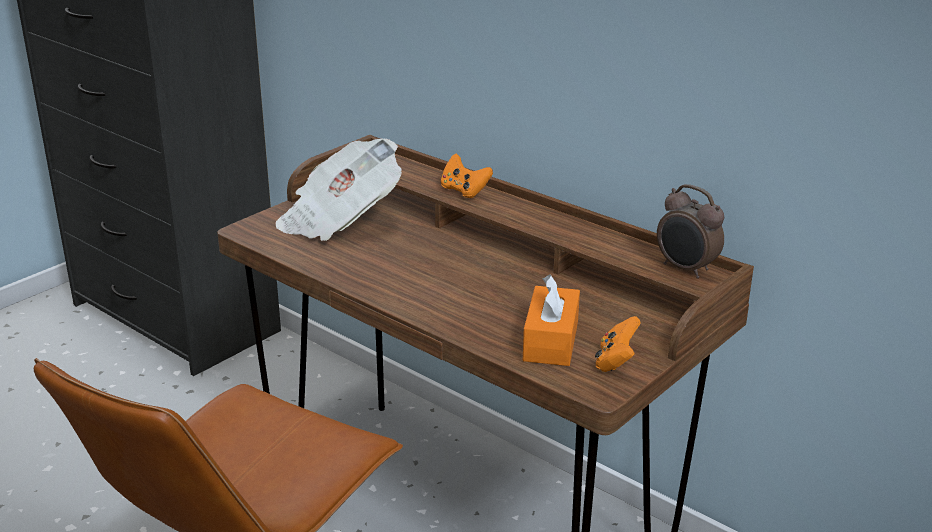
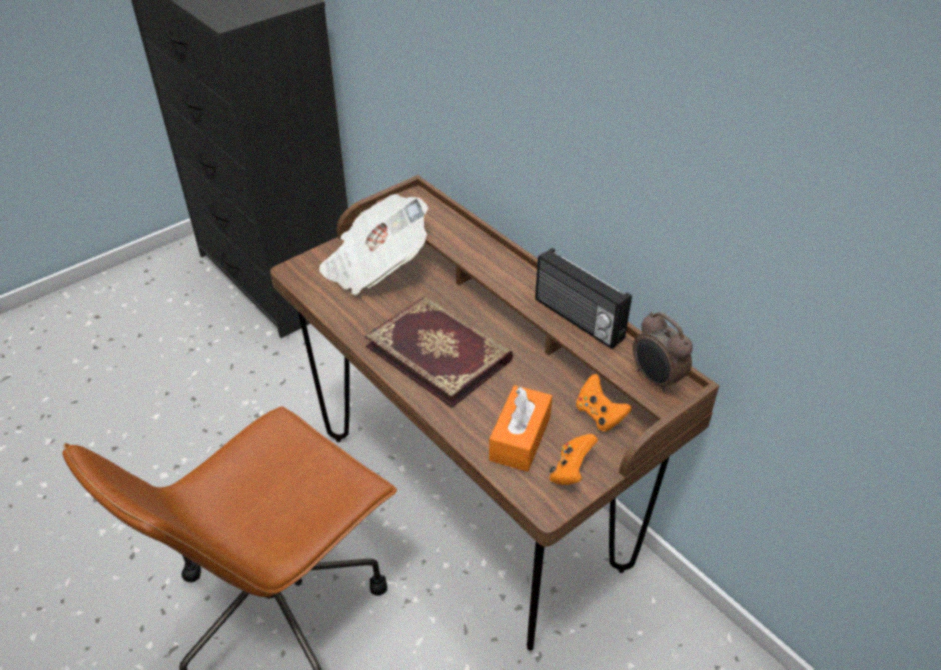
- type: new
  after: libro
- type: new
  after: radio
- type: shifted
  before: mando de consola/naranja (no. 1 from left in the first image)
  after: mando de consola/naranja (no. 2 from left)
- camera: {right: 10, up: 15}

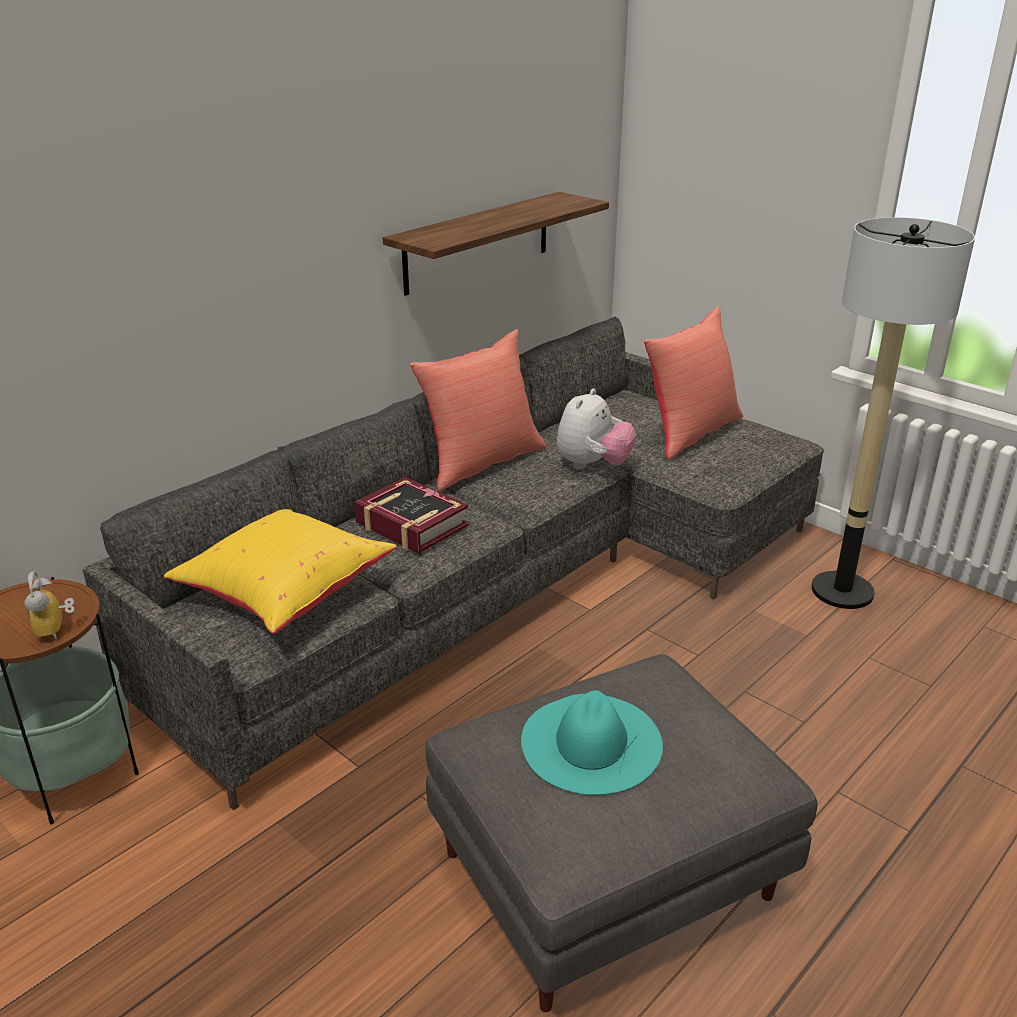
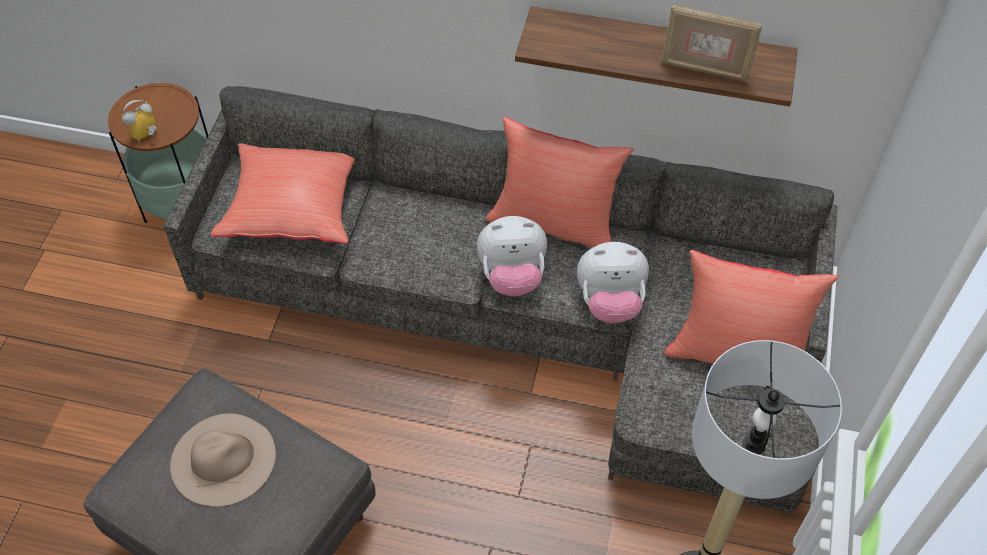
- type: gone
  before: libro
- type: new
  after: peluche (no. 1 from left)
- type: new
  after: portarretratos
- type: repainted
  before: cojín/amarillo
  after: cojín/rojo (no. 1 from left)
- type: repainted
  before: sombrero/turquesa
  after: sombrero/beis
- camera: {right: 60, up: 25}

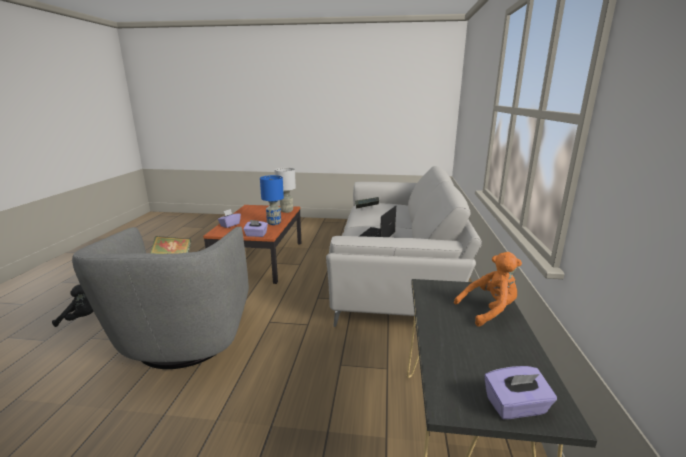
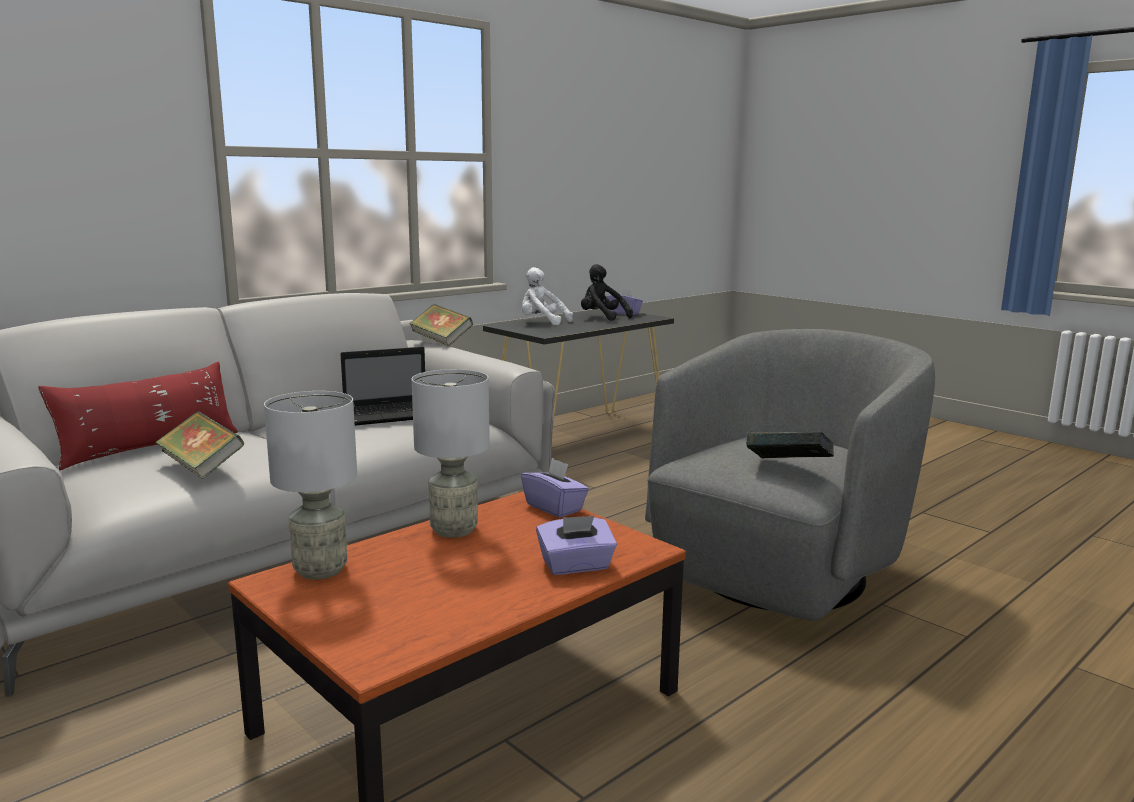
- type: new
  after: cojín/rojo
- type: new
  after: libro (no. 2 from left)
- type: shifted
  before: peluche/negro
- type: repainted
  before: lámpara de mesa/azul
  after: lámpara de mesa/gris (no. 2 from left)
- type: repainted
  before: peluche/naranja
  after: peluche/blanco
- camera: {right: -140, up: -5}

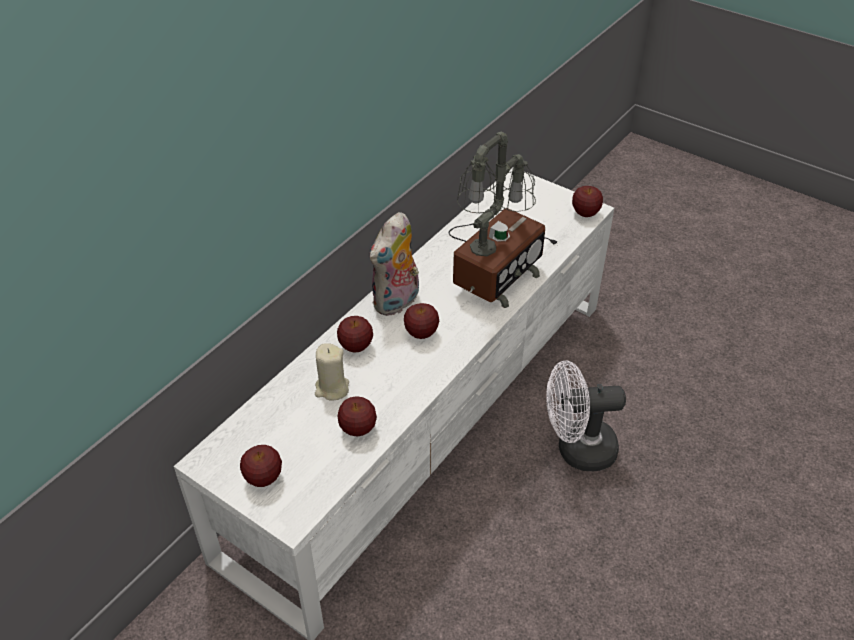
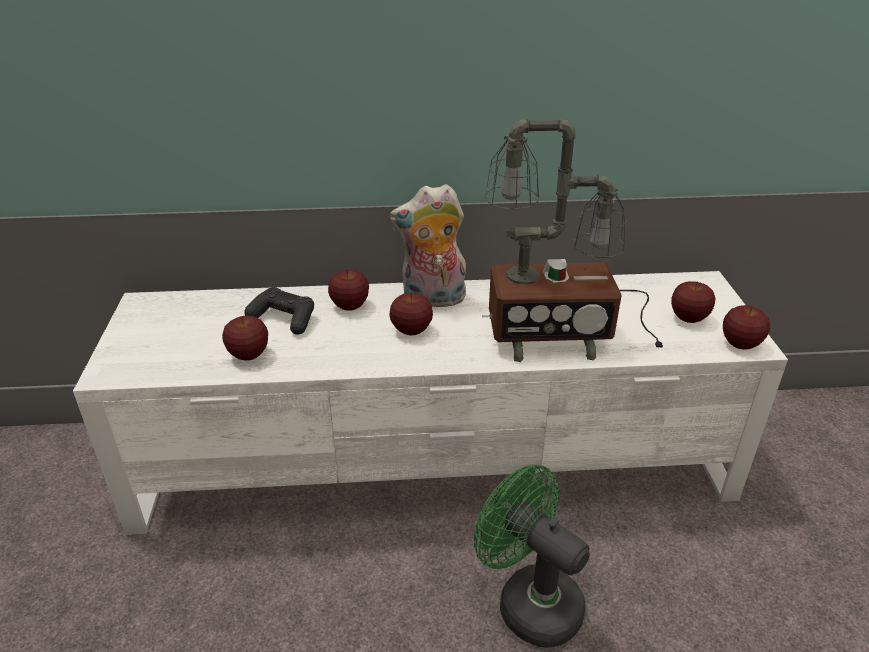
- type: shifted
  before: manzana (no. 1 from left in the first image)
  after: manzana (no. 4 from left)
- type: swapped
  before: vela/beis
  after: mando de consola/negro
- type: repainted
  before: ventilador/blanco
  after: ventilador/verde
- camera: {right: 50, up: -10}

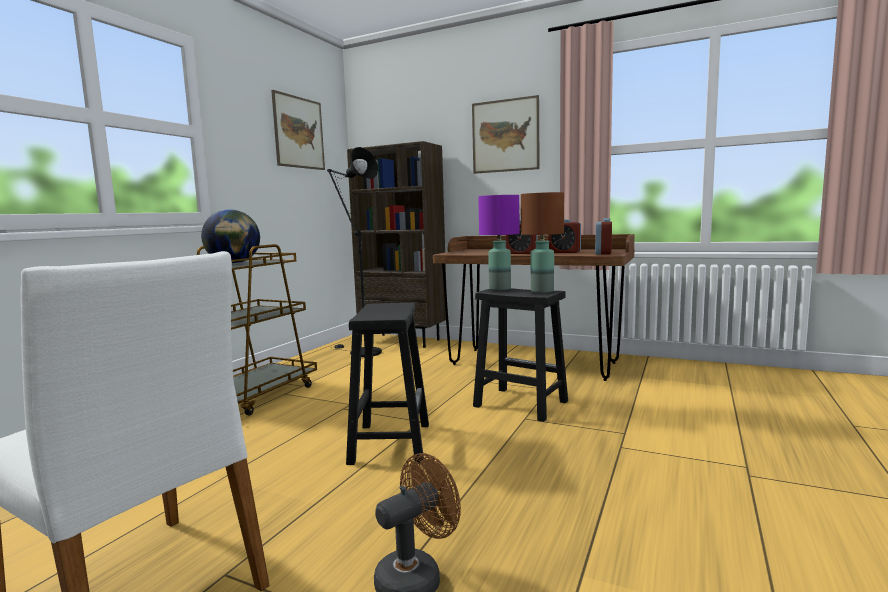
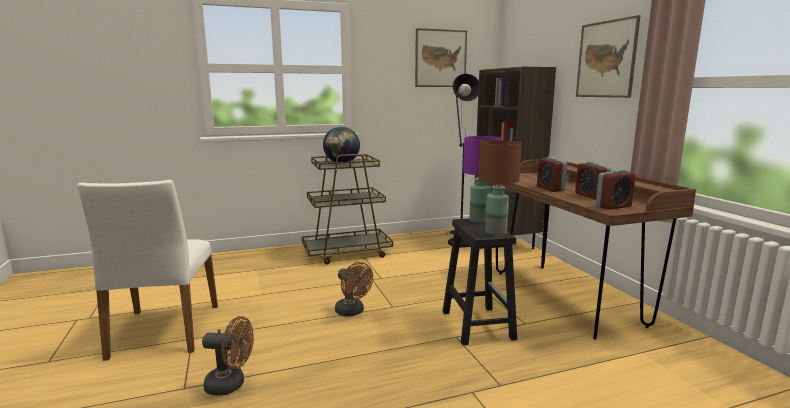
- type: swapped
  before: taburete/negro (no. 1 from left)
  after: ventilador/marrón (no. 2 from left)
- camera: {right: 45, up: 5}

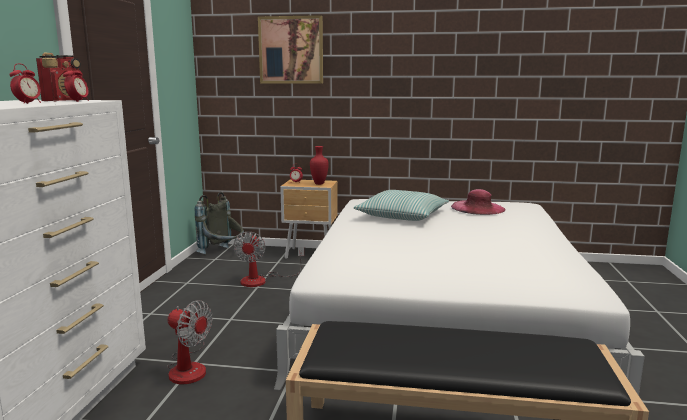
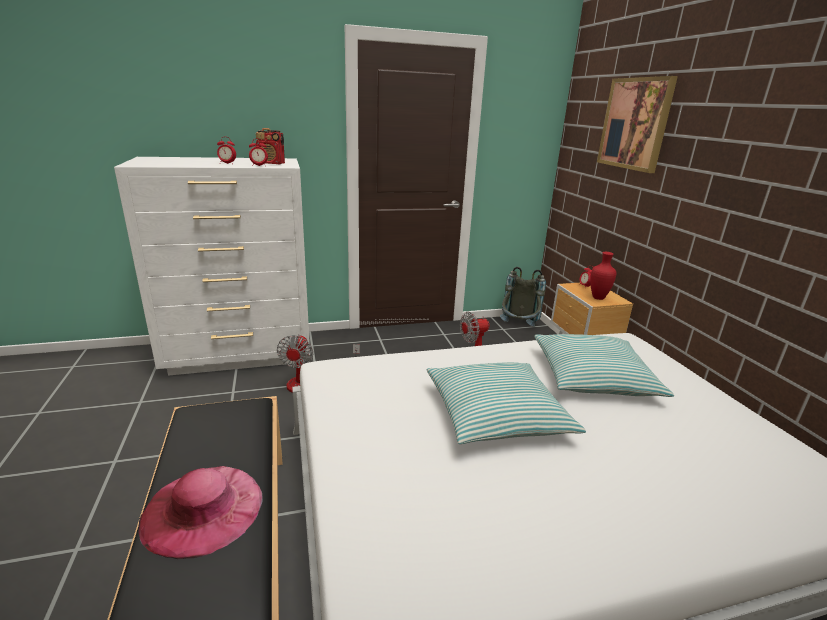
- type: new
  after: cojín (no. 1 from left)
- type: shifted
  before: sombrero/rosa
- camera: {right: 65, up: 10}

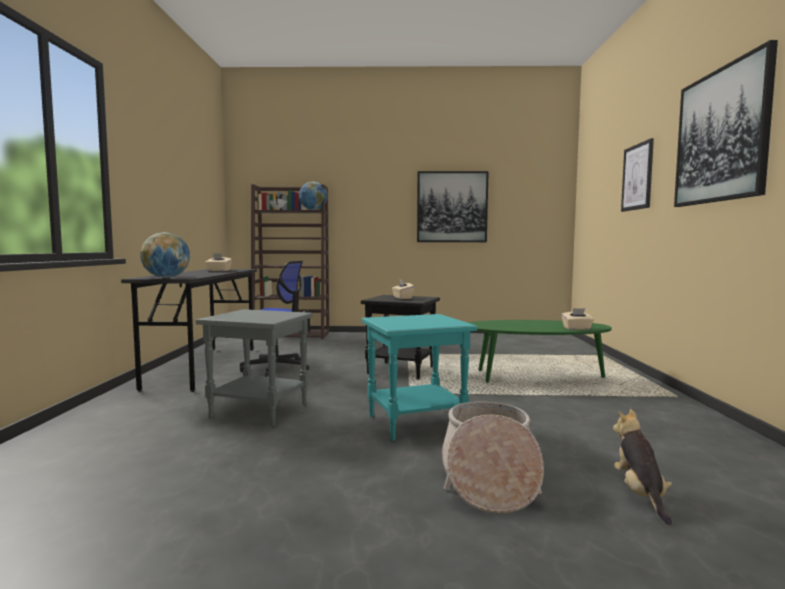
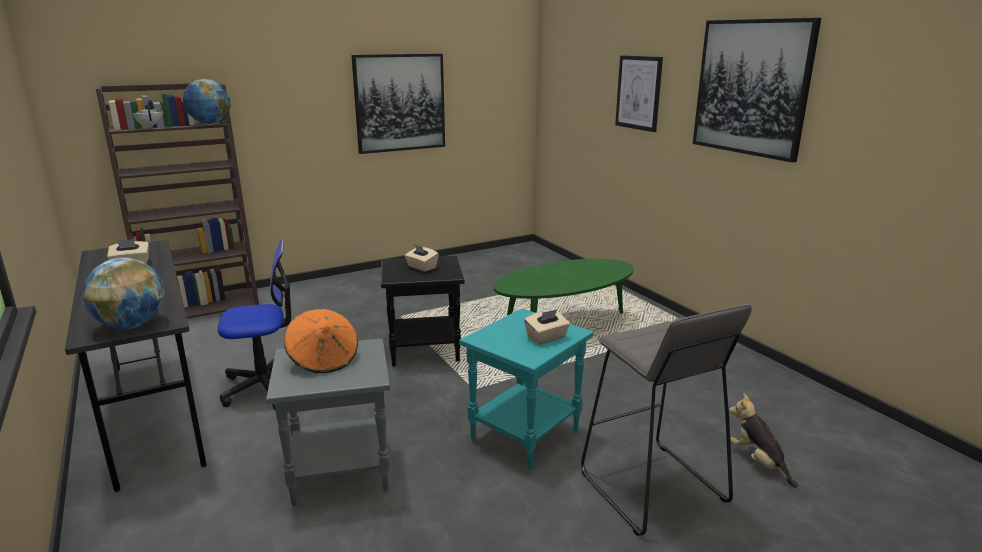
- type: new
  after: sombrero/naranja
- type: shifted
  before: caja de pañuelos/beis (no. 3 from left)
- type: swapped
  before: cesta
  after: taburete/gris
- camera: {right: -30, up: 15}

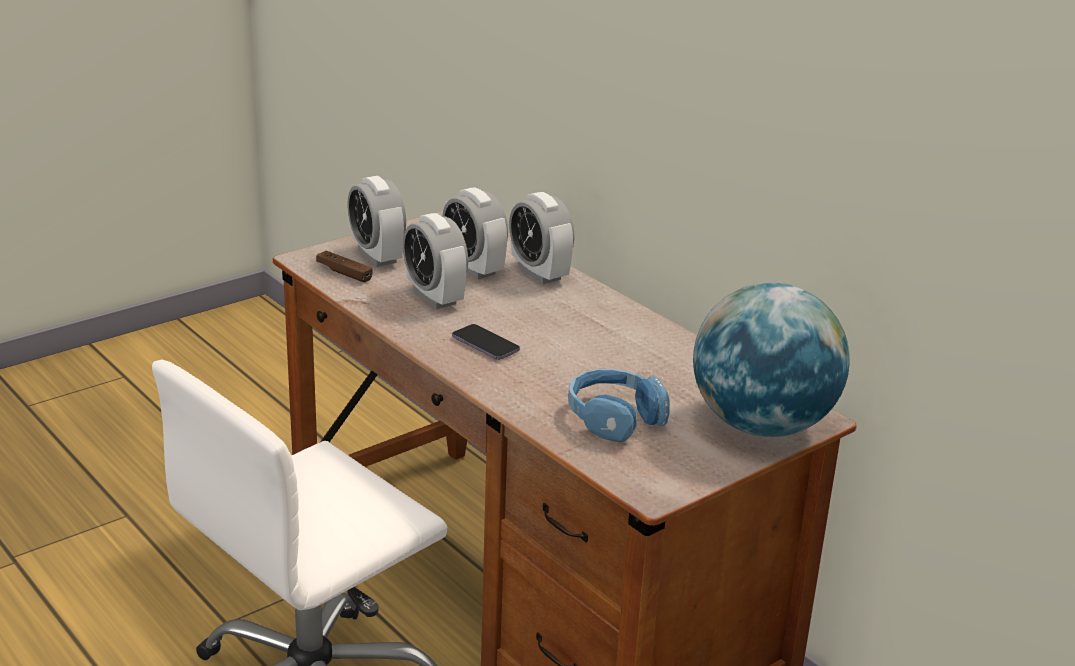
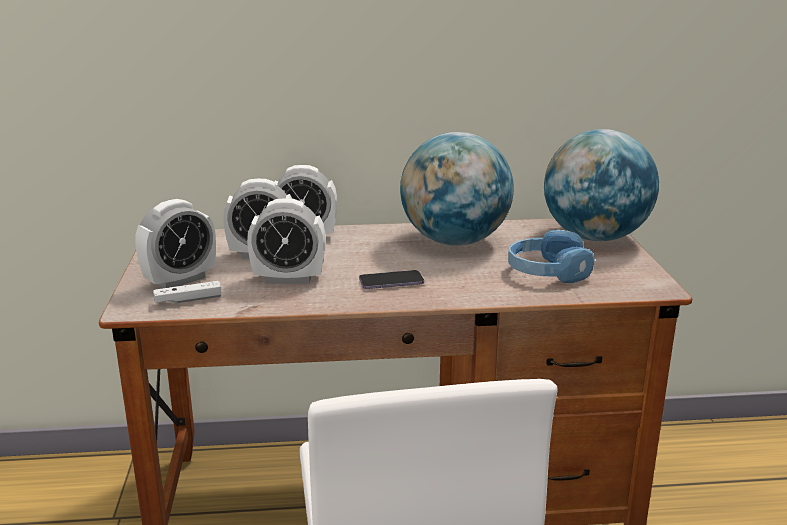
- type: new
  after: globo terráqueo (no. 1 from left)
- type: repainted
  before: mando de consola/marrón
  after: mando de consola/blanco
- type: rotated
  before: despertador (no. 1 from left)
  turn: -45
- camera: {right: -55, up: -5}

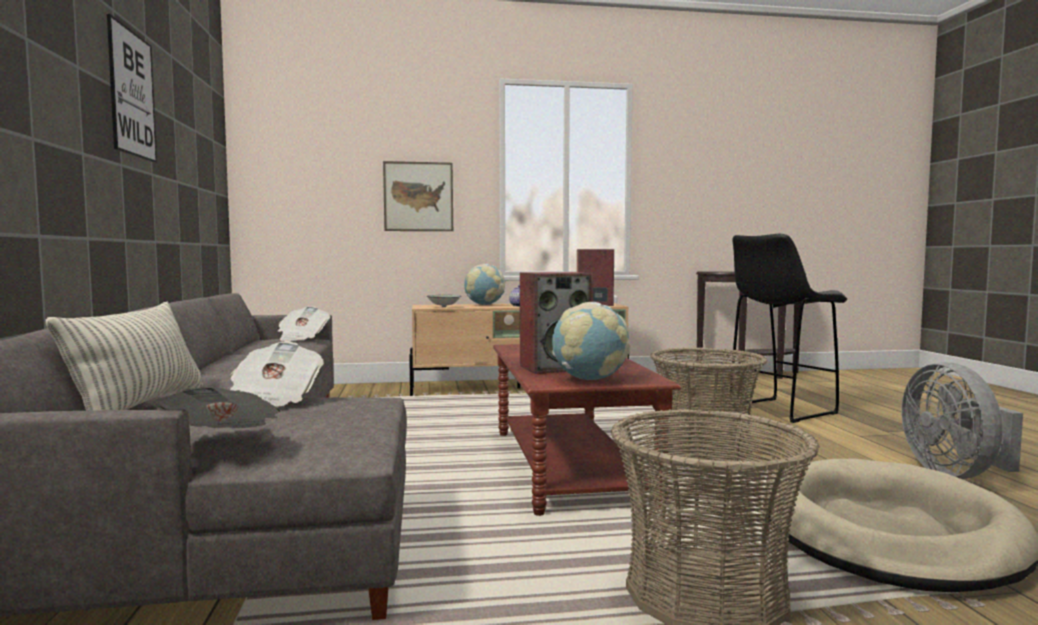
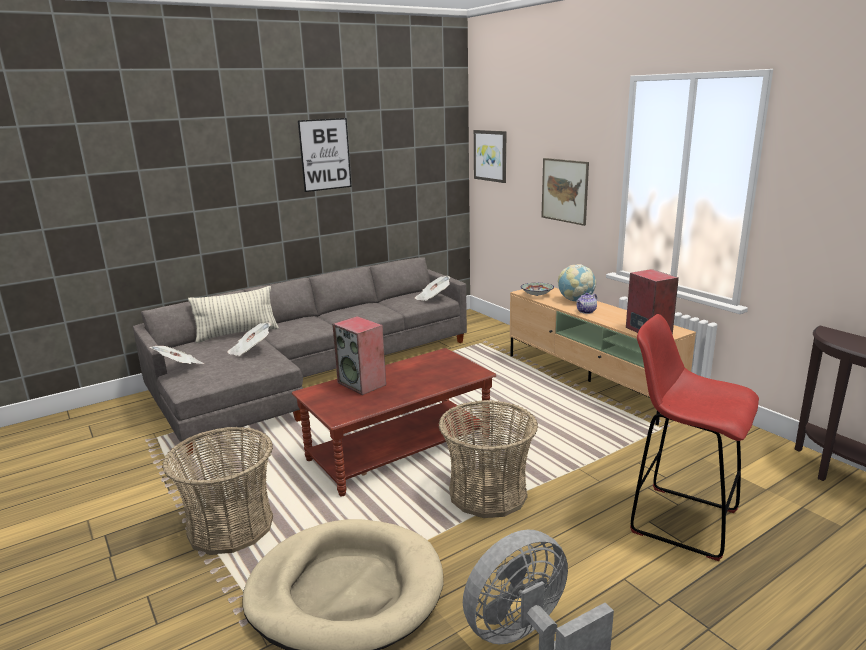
- type: gone
  before: globo terráqueo (no. 2 from left)
- type: new
  after: cuadro (no. 2 from left)
- type: repainted
  before: taburete/negro
  after: taburete/rojo
- camera: {right: 65, up: 15}

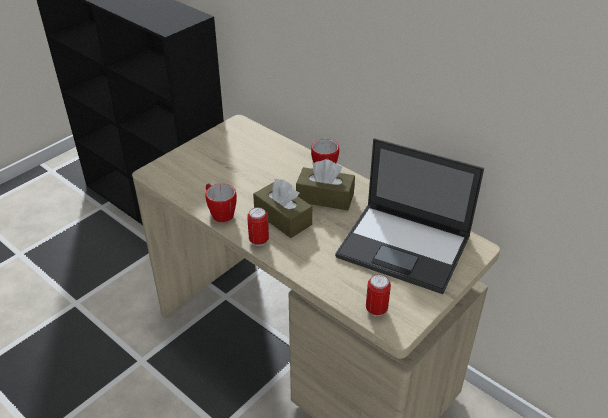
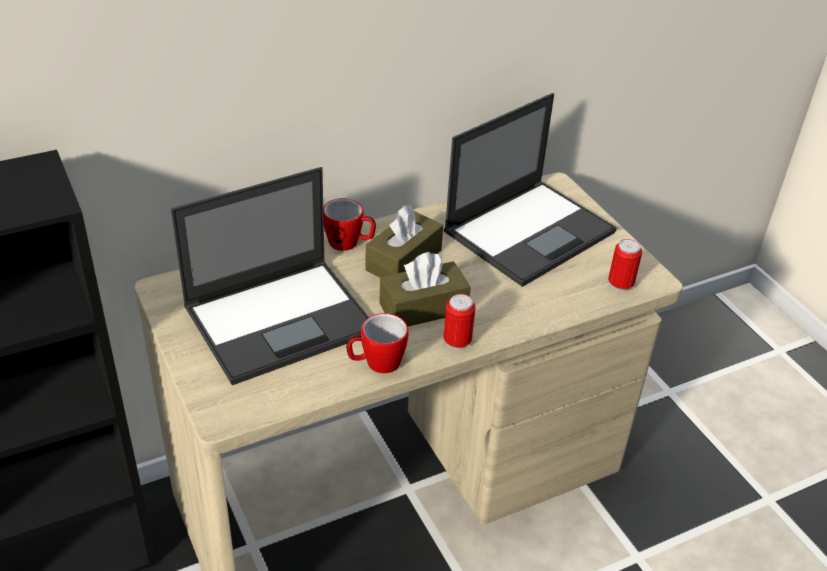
- type: new
  after: portátil (no. 1 from left)
- camera: {right: -70, up: 0}

